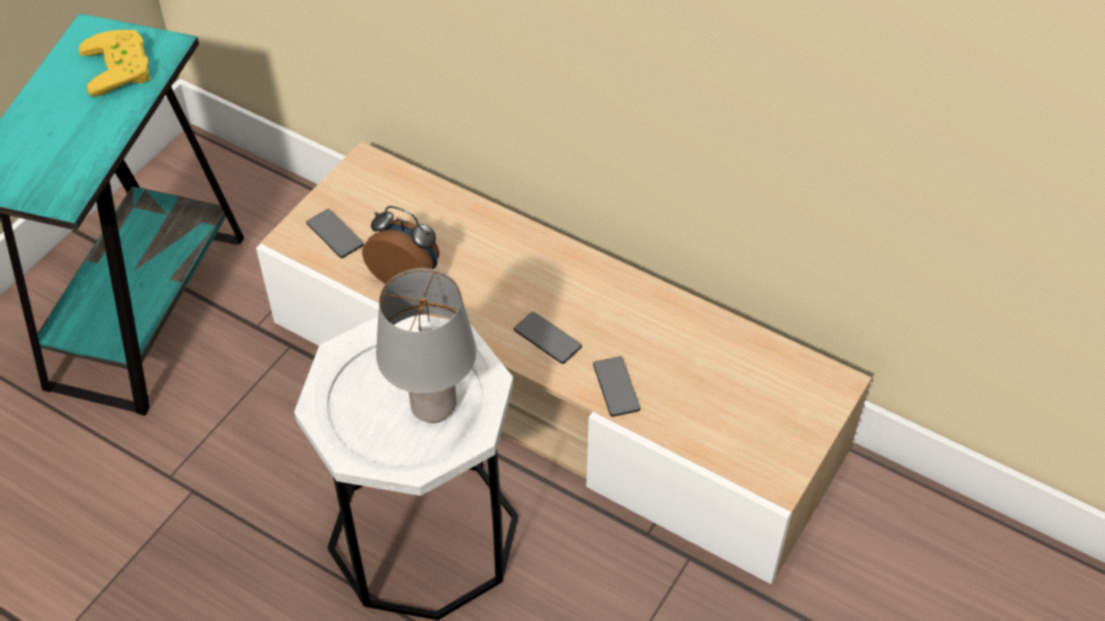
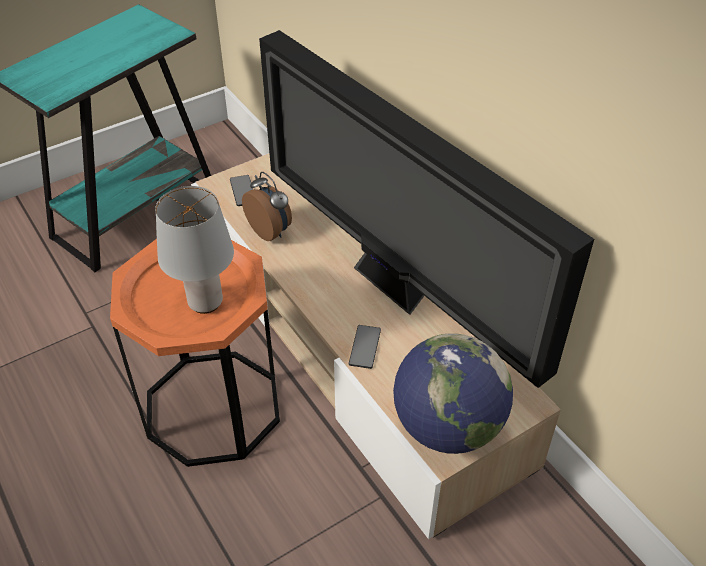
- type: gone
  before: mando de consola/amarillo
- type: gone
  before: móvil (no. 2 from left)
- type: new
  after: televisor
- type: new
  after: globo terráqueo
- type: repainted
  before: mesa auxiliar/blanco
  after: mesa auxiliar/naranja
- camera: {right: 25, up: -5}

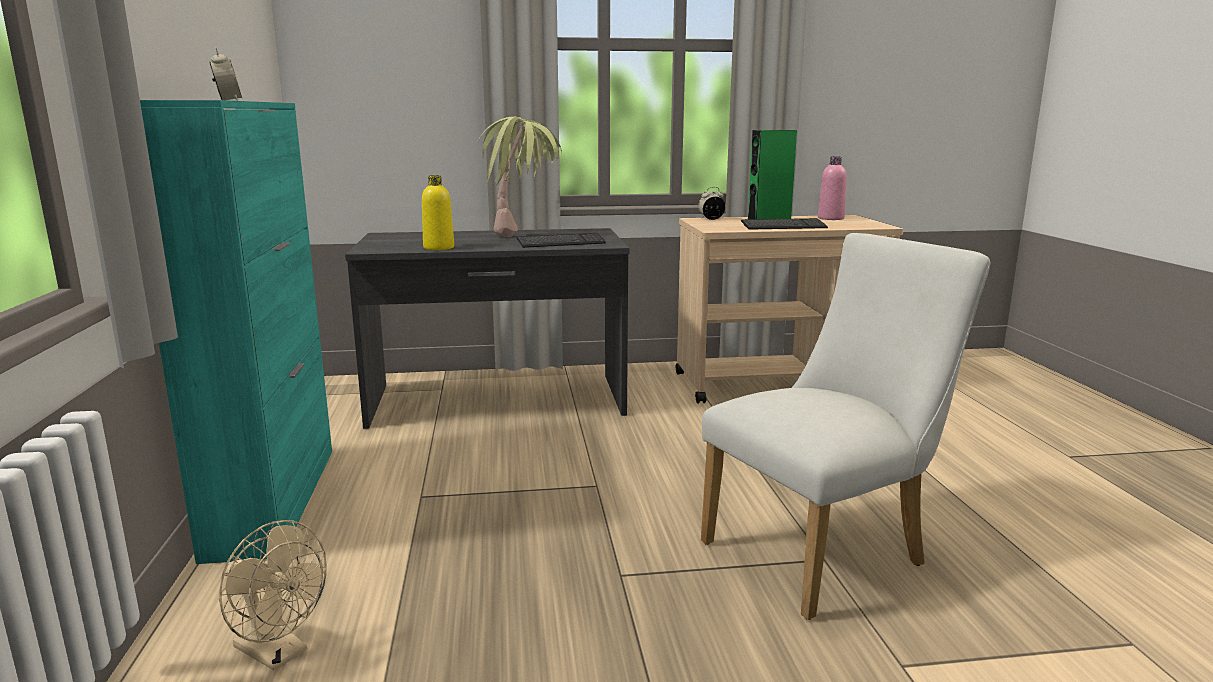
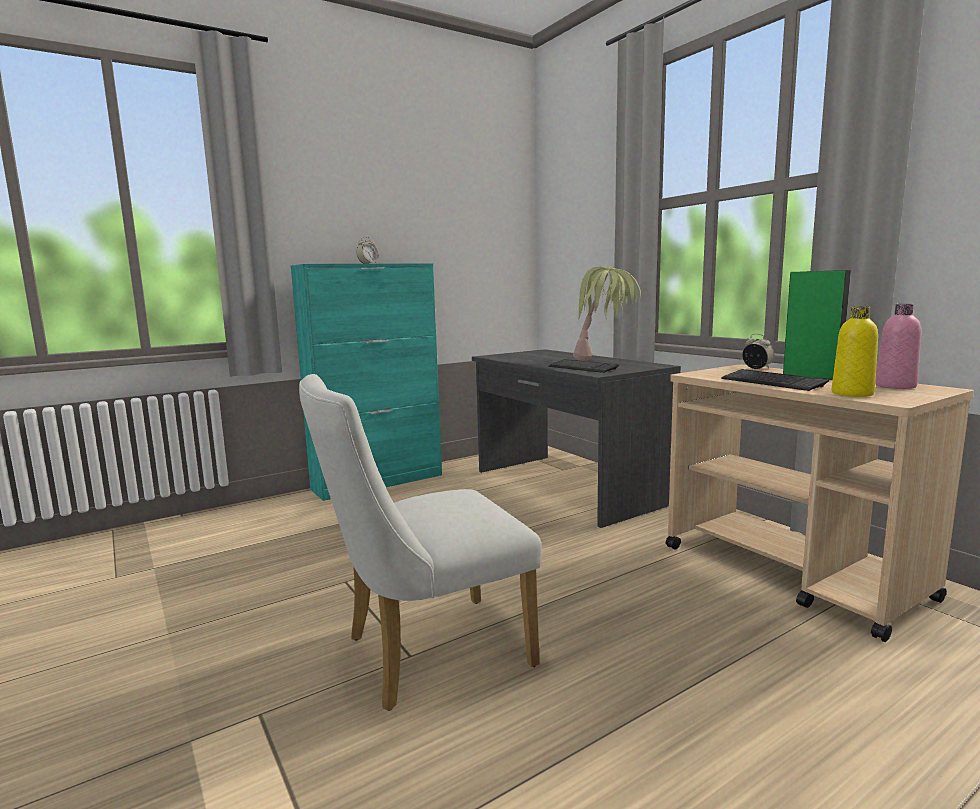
- type: gone
  before: ventilador/beis
- type: shifted
  before: botella/amarillo
- type: rotated
  before: silla/blanco
  turn: 120
- camera: {right: 65, up: -5}

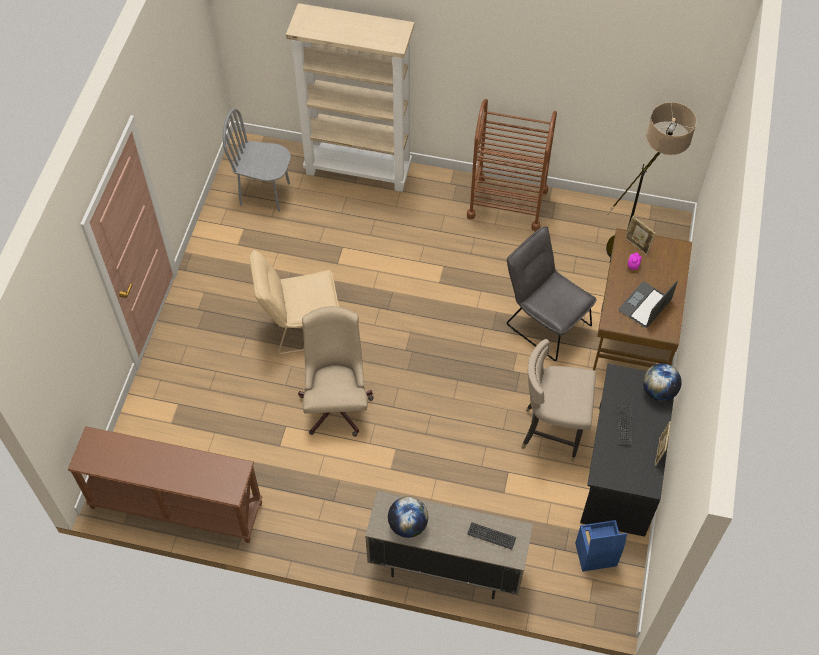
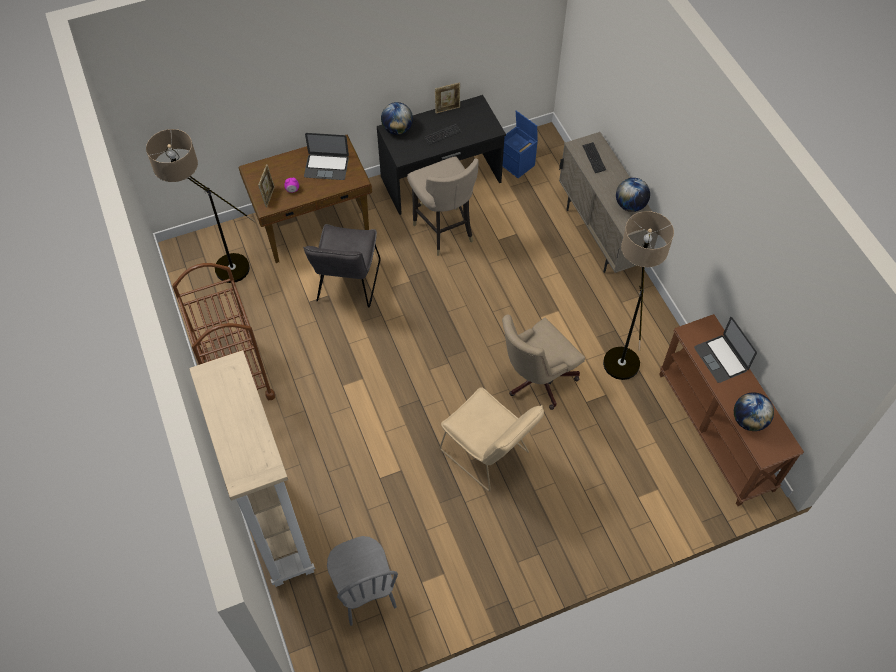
- type: new
  after: lámpara de pie (no. 2 from left)
- type: new
  after: portátil (no. 2 from left)
- type: new
  after: globo terráqueo (no. 3 from left)
- camera: {right: -125, up: 0}

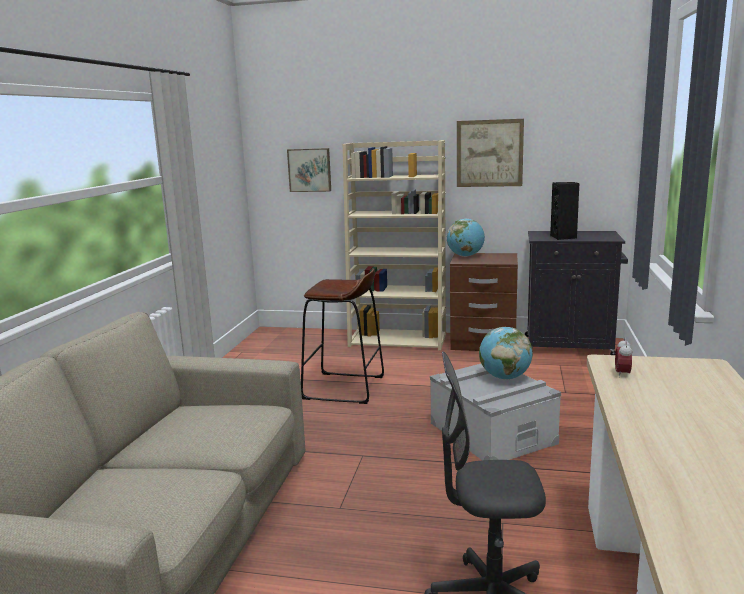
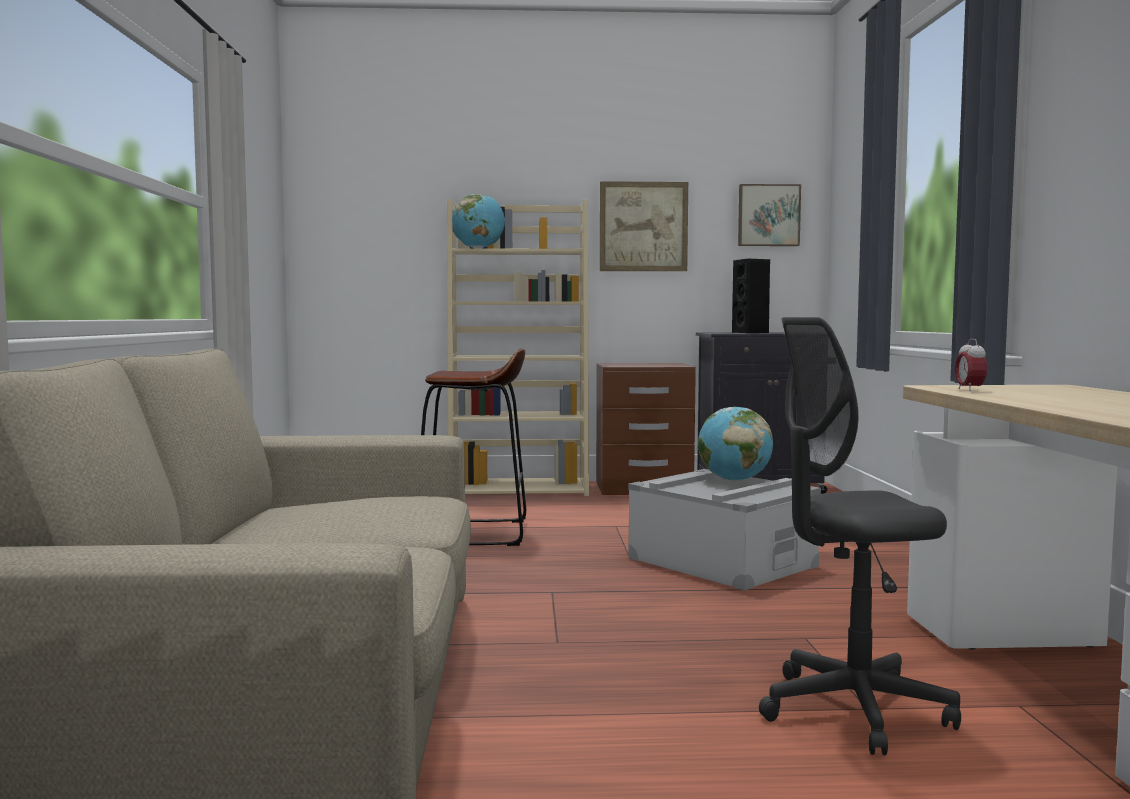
- type: shifted
  before: cuadro (no. 1 from left in the first image)
  after: cuadro (no. 2 from left)
- type: shifted
  before: globo terráqueo (no. 1 from left)
- camera: {right: -15, up: -10}

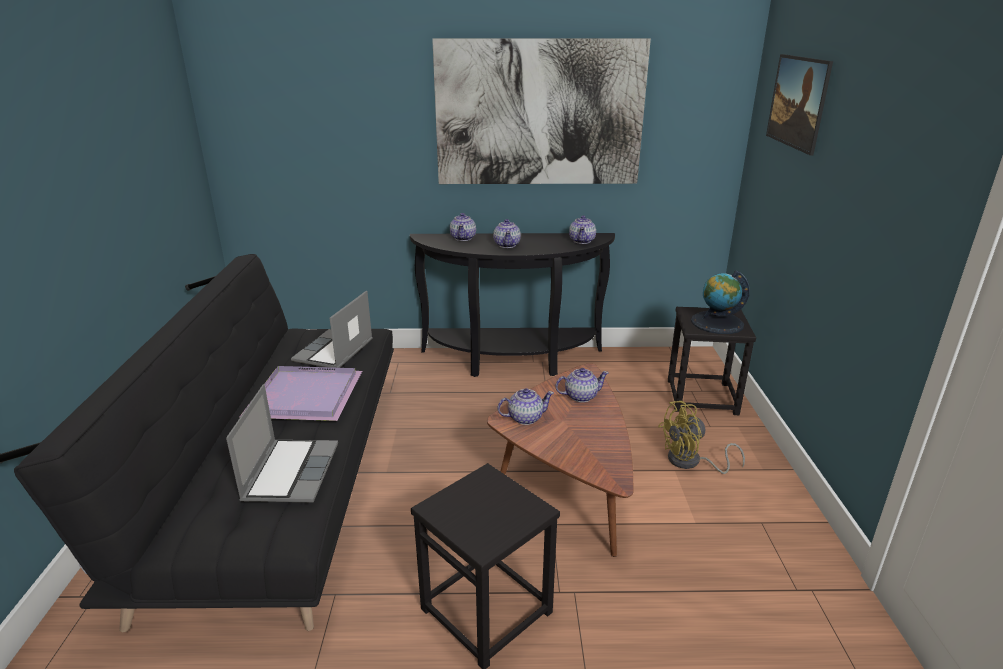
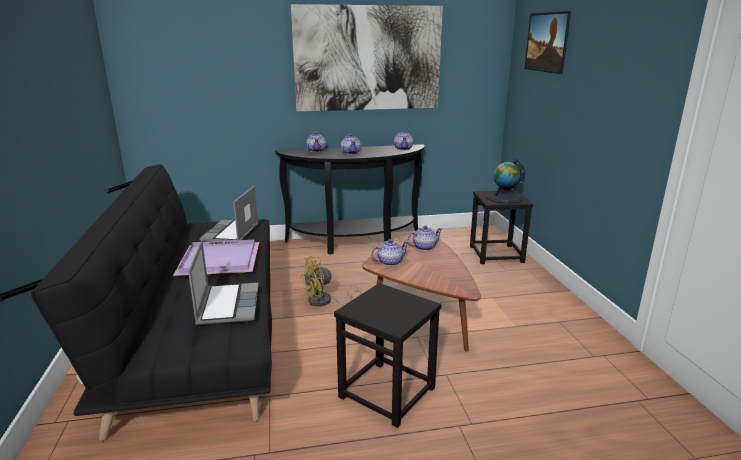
- type: shifted
  before: ventilador/amarillo
- camera: {right: -10, up: -5}

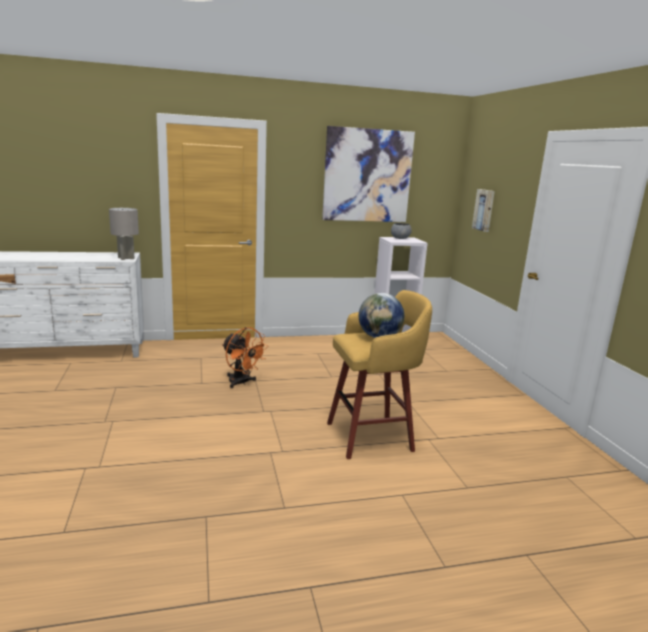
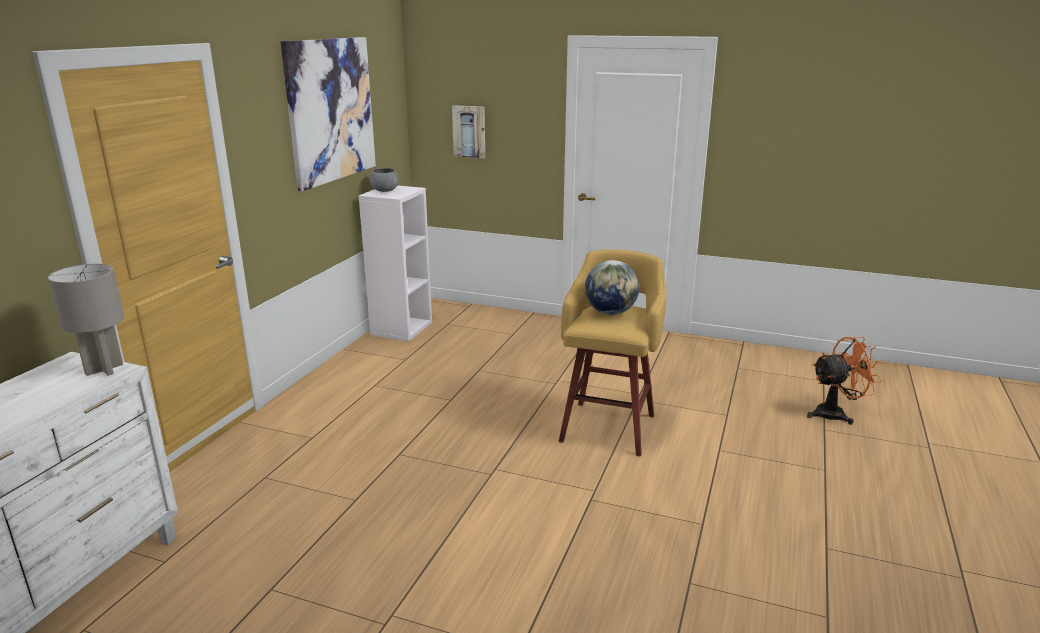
- type: shifted
  before: ventilador/naranja
- camera: {right: -55, up: 5}

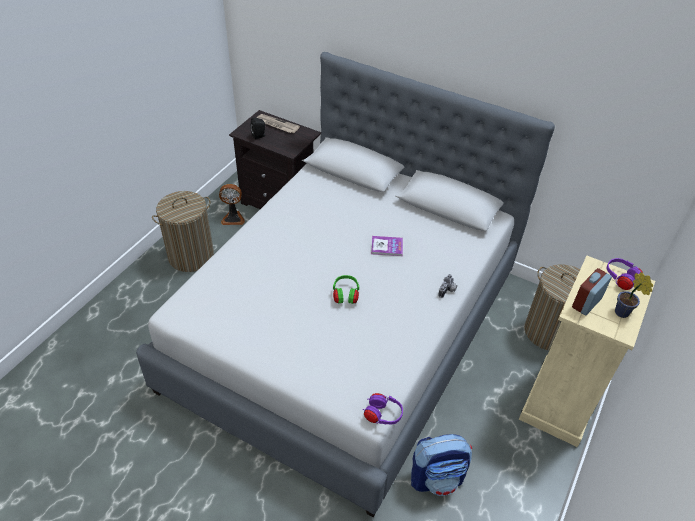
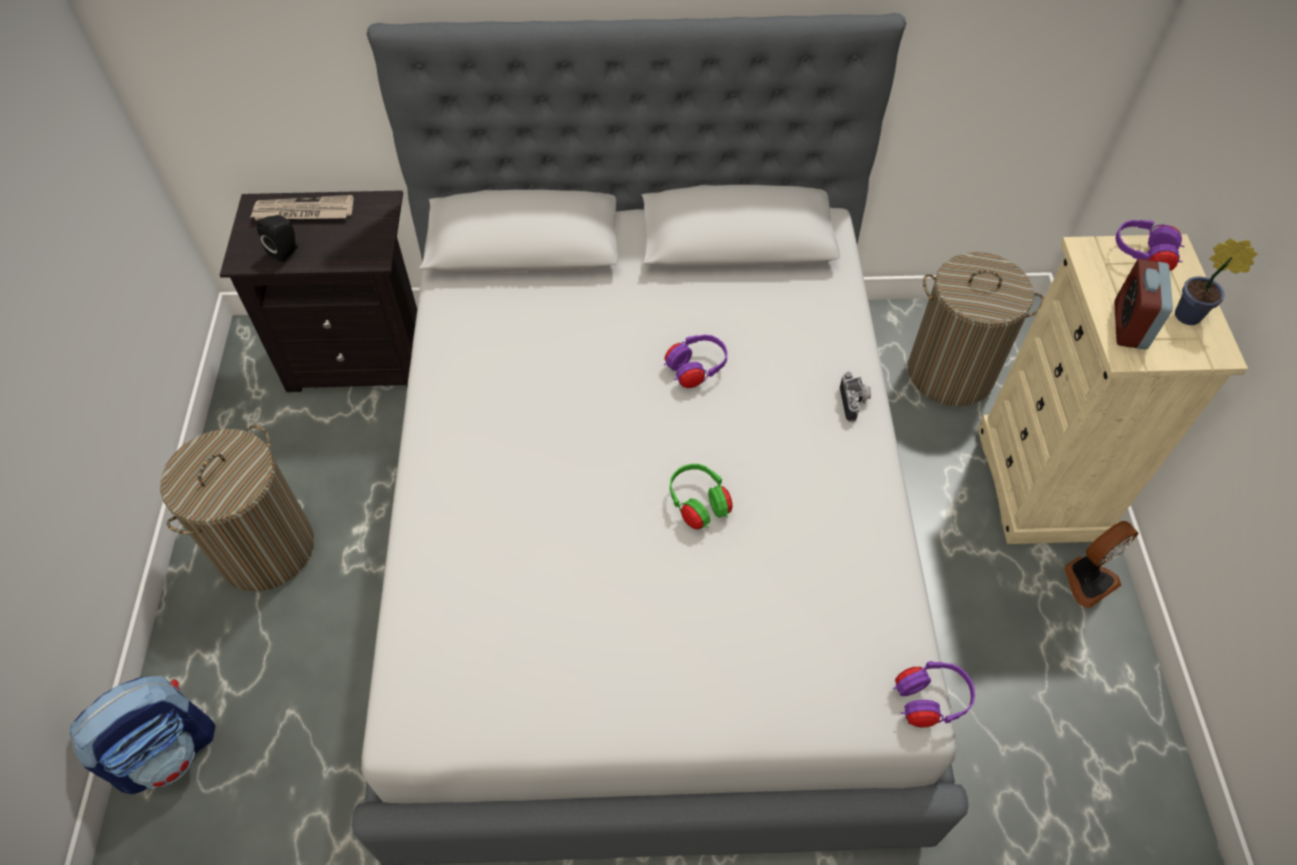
- type: shifted
  before: ventilador
- type: shifted
  before: mochila
- type: swapped
  before: libro
  after: auriculares/morado (no. 1 from left)
- camera: {right: -30, up: 10}

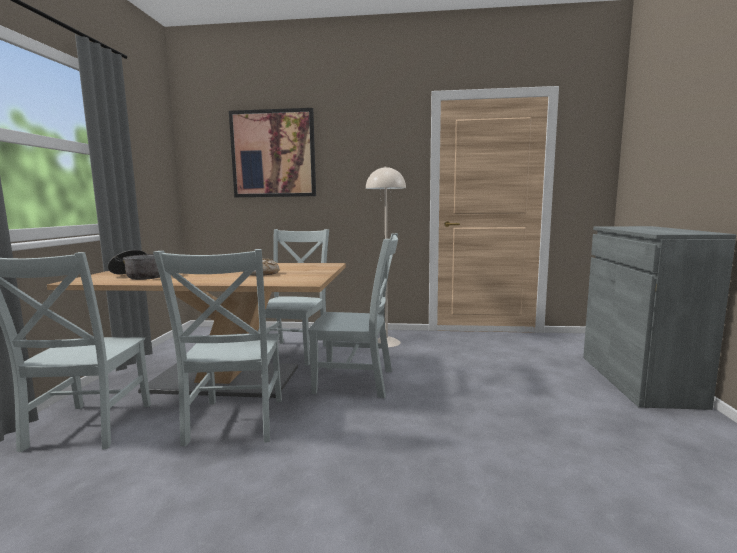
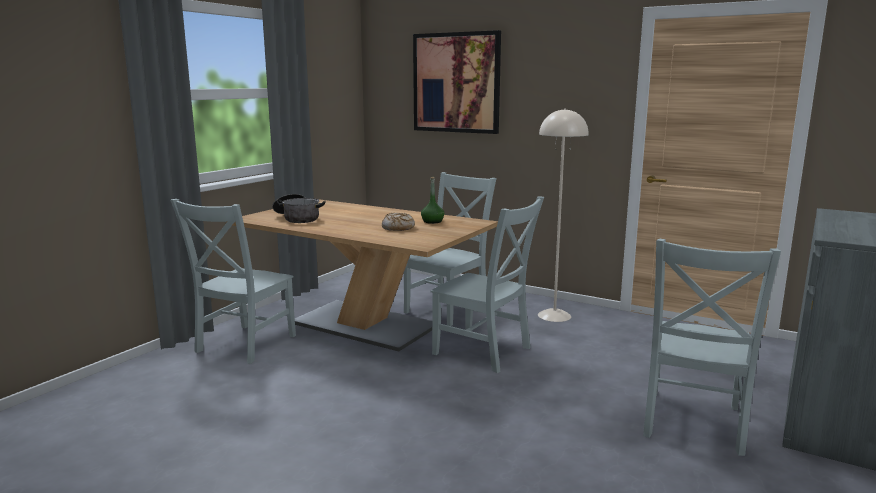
- type: new
  after: botella/verde
- type: shifted
  before: silla/gris (no. 2 from left in the first image)
  after: silla/gris (no. 4 from left)
- camera: {right: 25, up: 5}

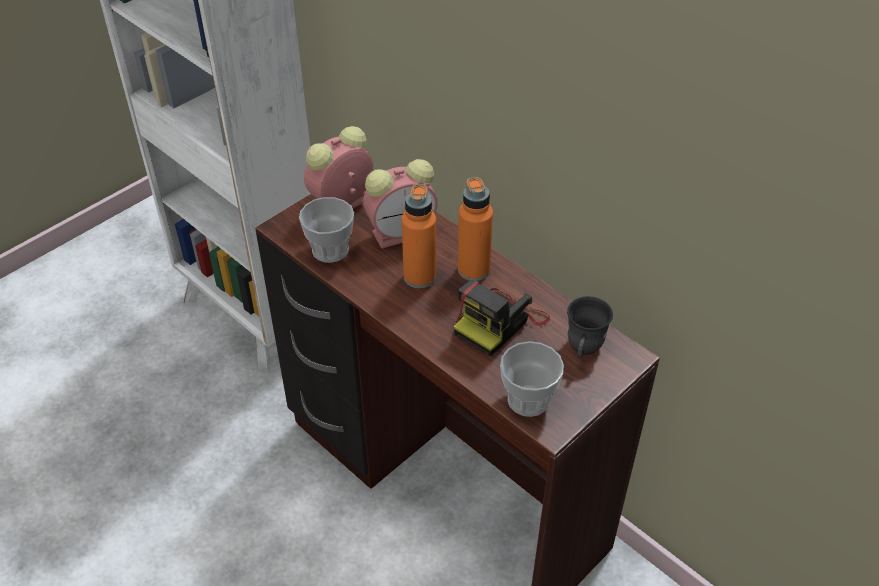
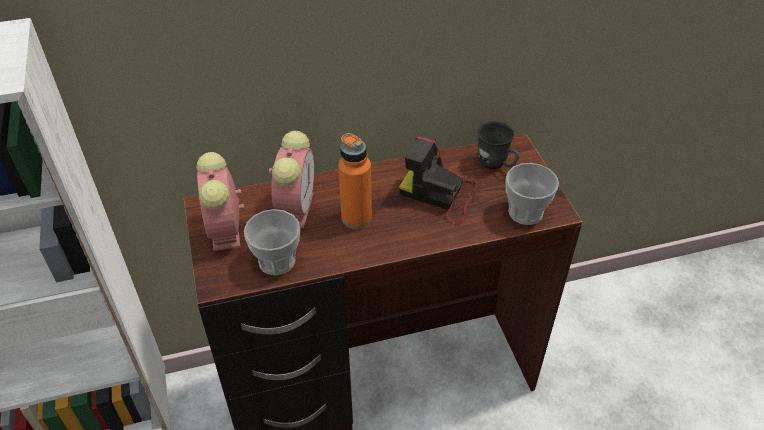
- type: gone
  before: botella/naranja (no. 2 from left)
- type: rotated
  before: cámara
  turn: 135
- camera: {right: -60, up: 0}

